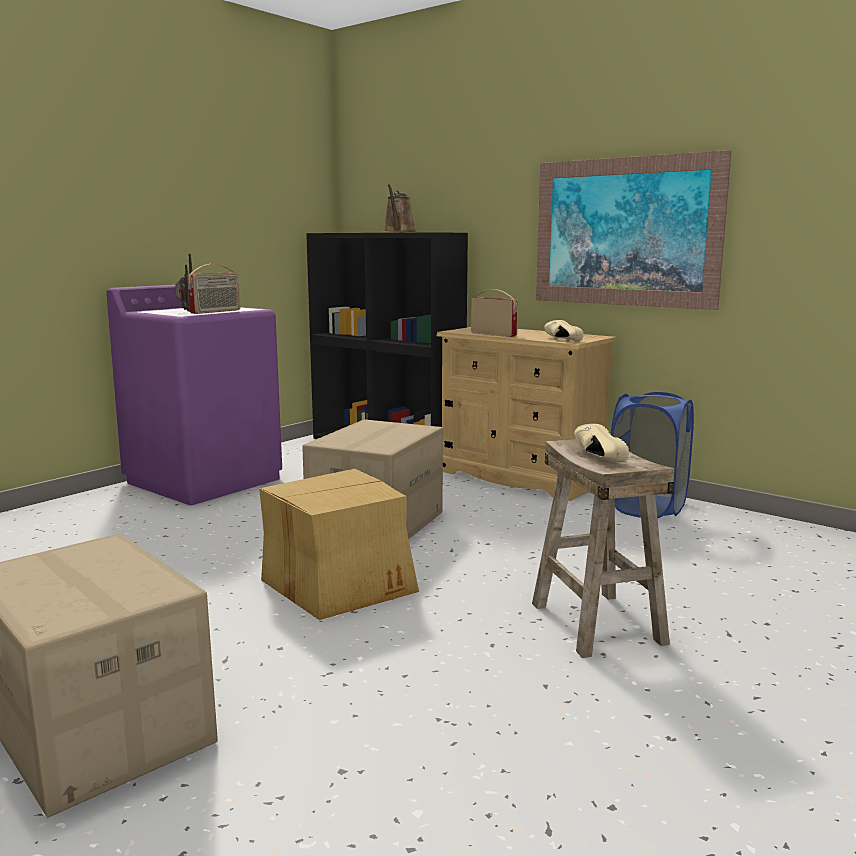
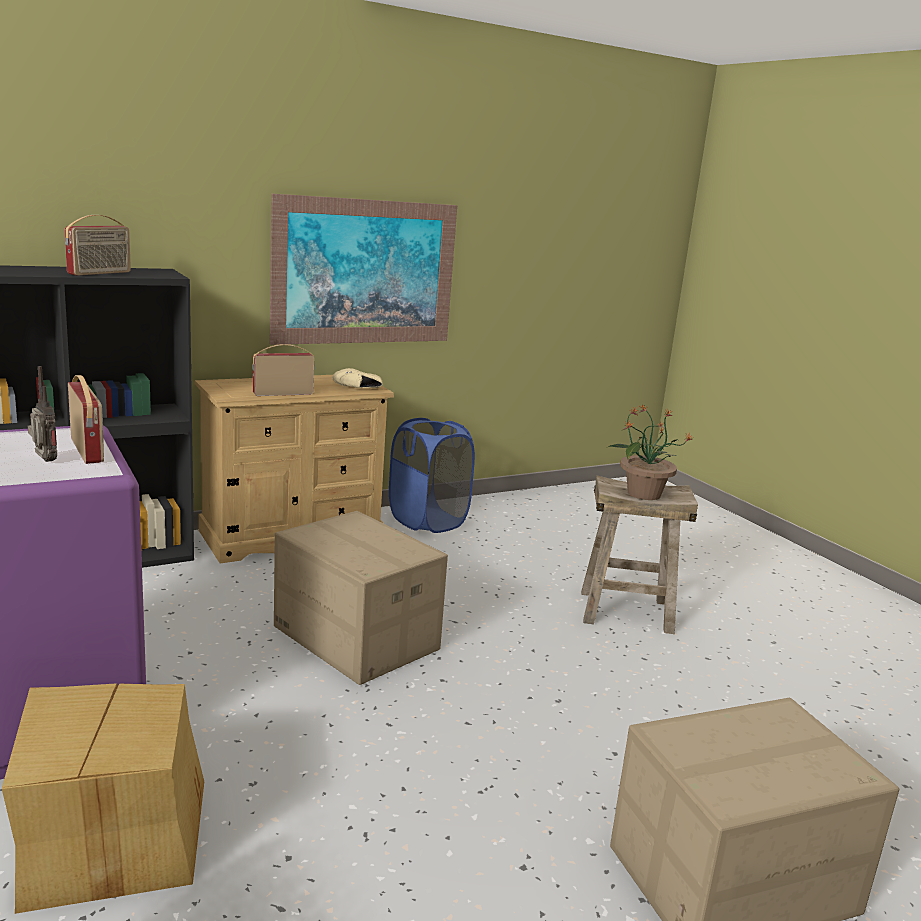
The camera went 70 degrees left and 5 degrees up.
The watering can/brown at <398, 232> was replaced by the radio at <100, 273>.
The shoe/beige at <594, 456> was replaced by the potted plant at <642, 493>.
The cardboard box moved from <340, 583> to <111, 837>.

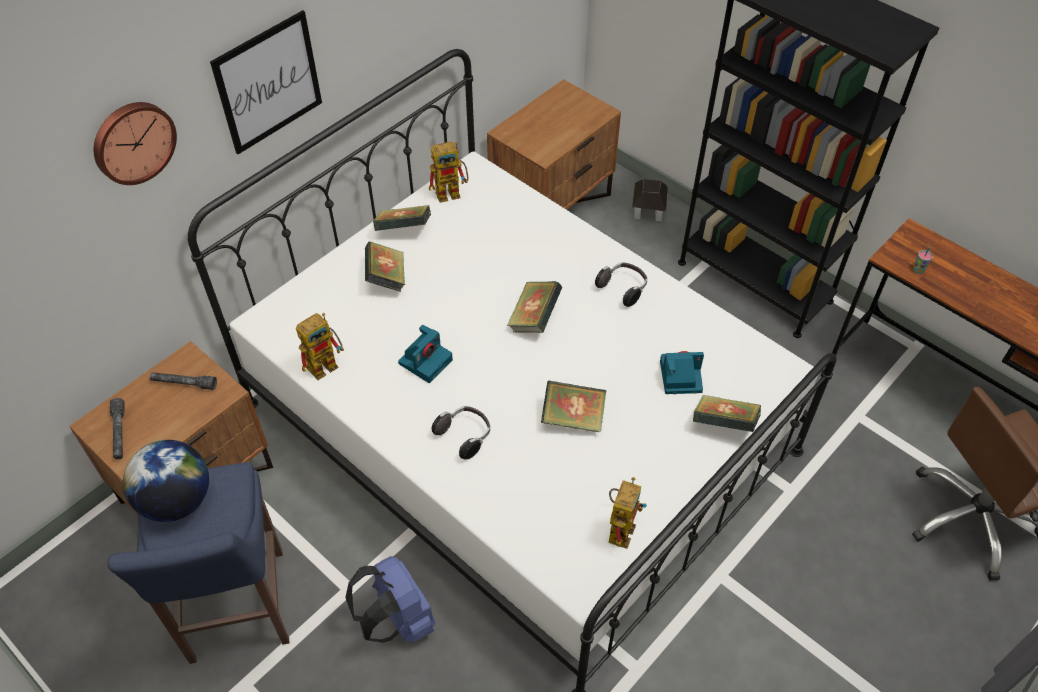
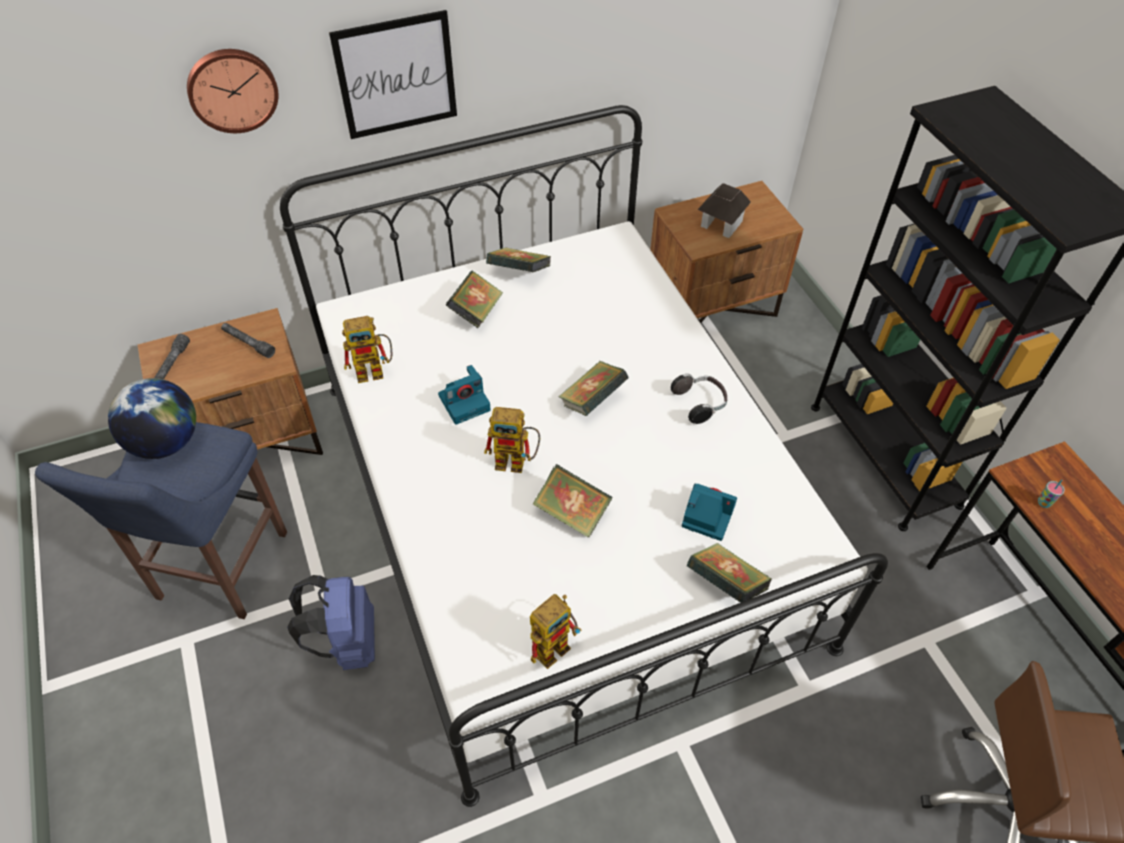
The camera went 25 degrees right and 0 degrees up.
The toy robot moved from <452, 192> to <517, 461>.
The toy house moved from <648, 211> to <721, 224>.
The headphones at <465, 436> disappeared.

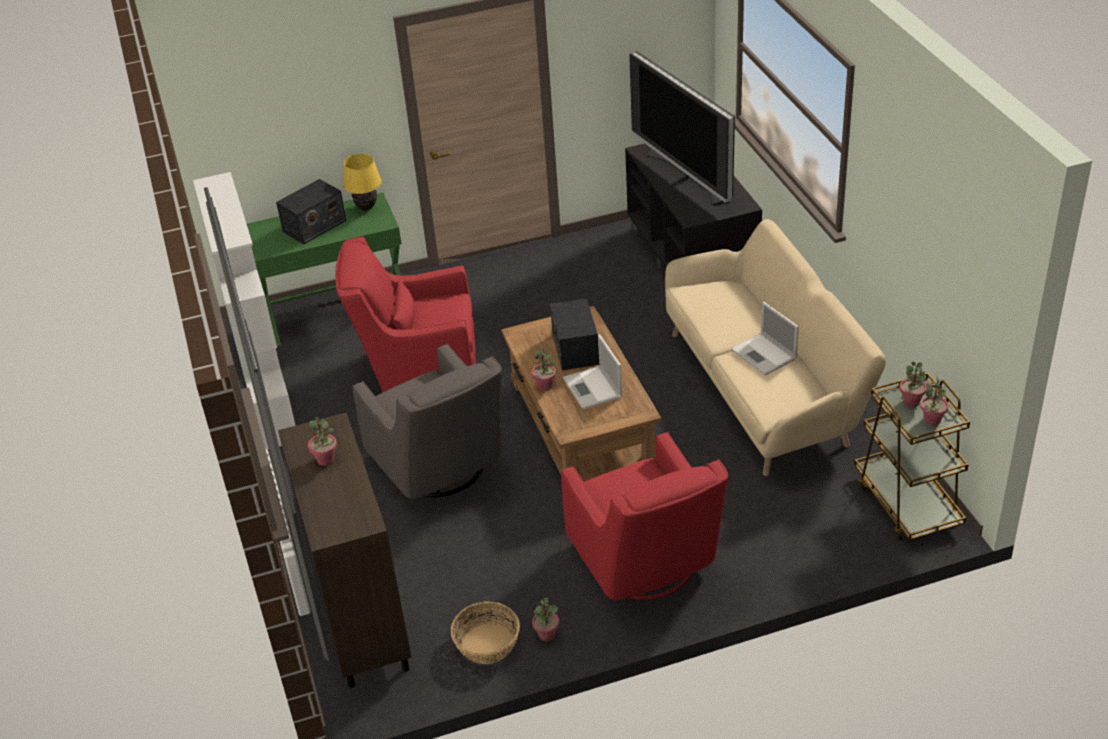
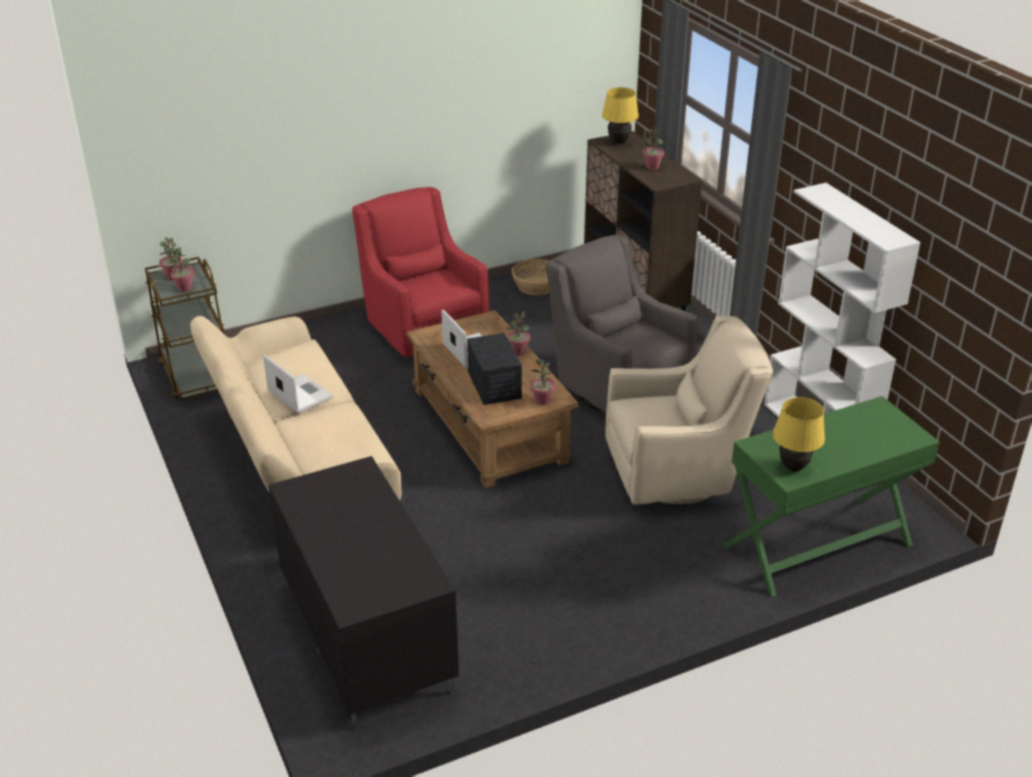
The camera went 170 degrees right and 5 degrees down.
The television at <689, 176> disappeared.
The radio at <314, 226> disappeared.
The armchair/red at <418, 371> became the armchair/beige at <679, 474>.
The potted plant moved from <546, 635> to <542, 400>.
The table lamp/yellow at <618, 142> appeared.

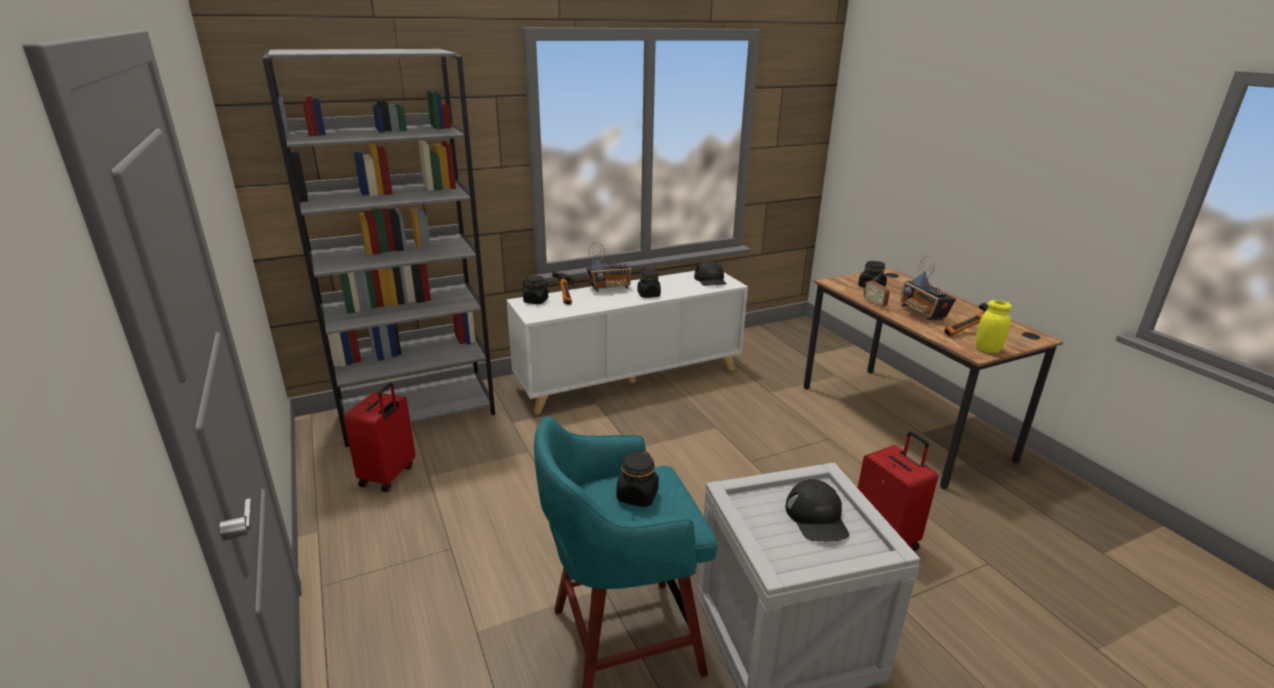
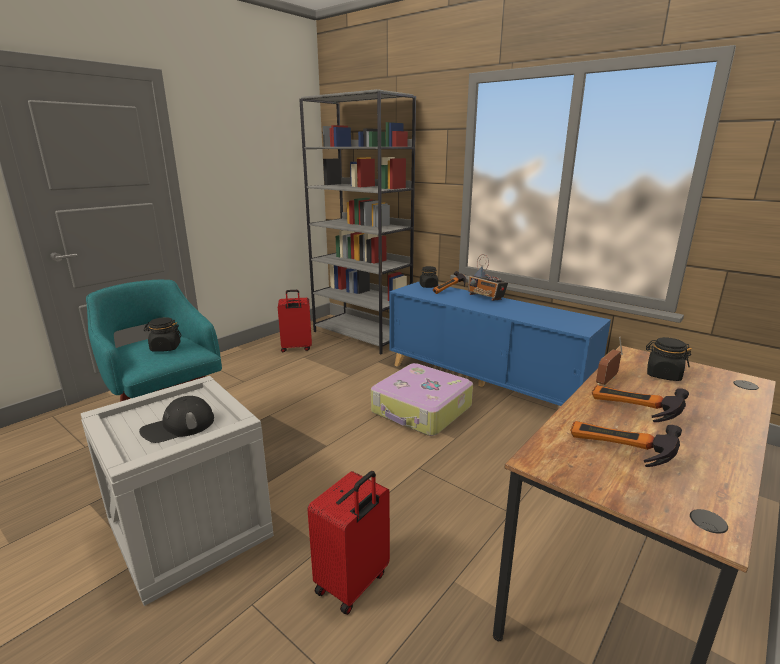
The camera went 65 degrees right and 5 degrees down.
The radio at <923, 313> was replaced by the hammer at <631, 413>.
The cap/black at <710, 280> disappeared.
The jar/black at <649, 295> disappeared.
The cabinet/white at <630, 378> became the cabinet/blue at <484, 383>.
The jar/yellow at <987, 349> disappeared.
The suitcase at <421, 410> appeared.

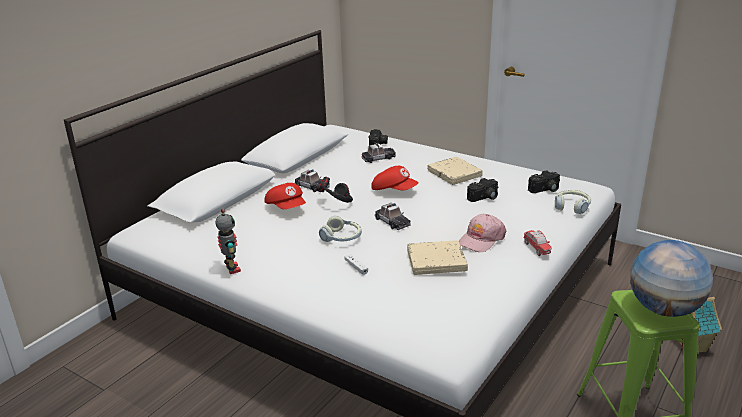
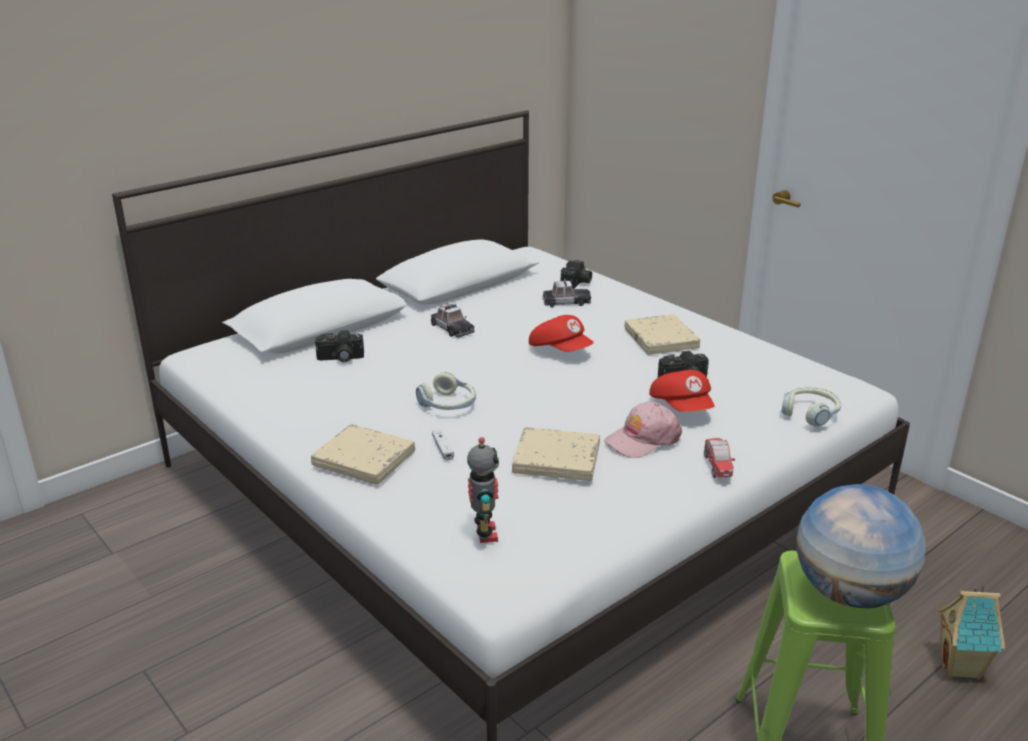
The camera went 15 degrees right and 0 degrees up.
The photo camera moved from <545, 190> to <340, 358>.
The headphones/black at <337, 203> disappeared.
The cap/red moved from <287, 207> to <682, 408>.
The toy car at <392, 222> disappeared.
The toy robot moved from <231, 269> to <484, 534>.
The book/beige at <364, 460> appeared.

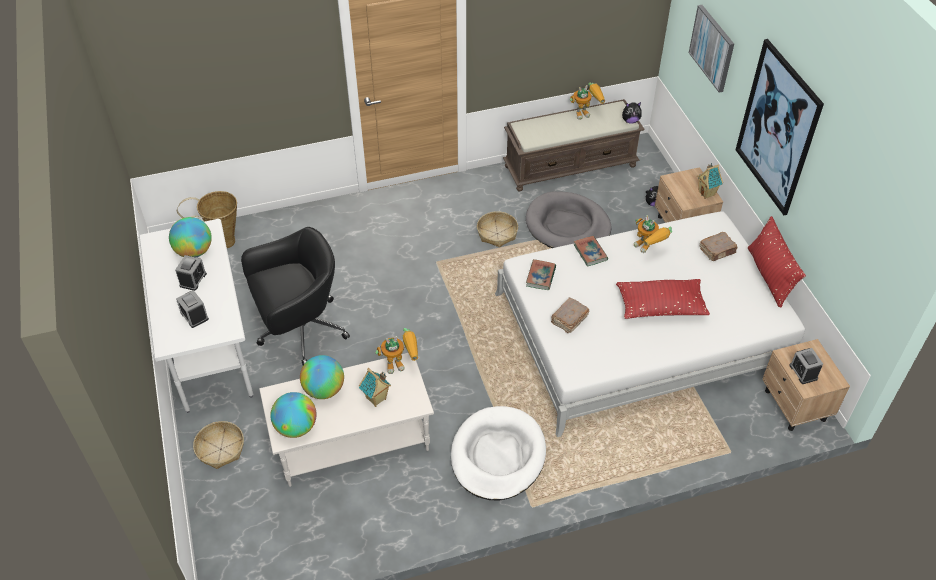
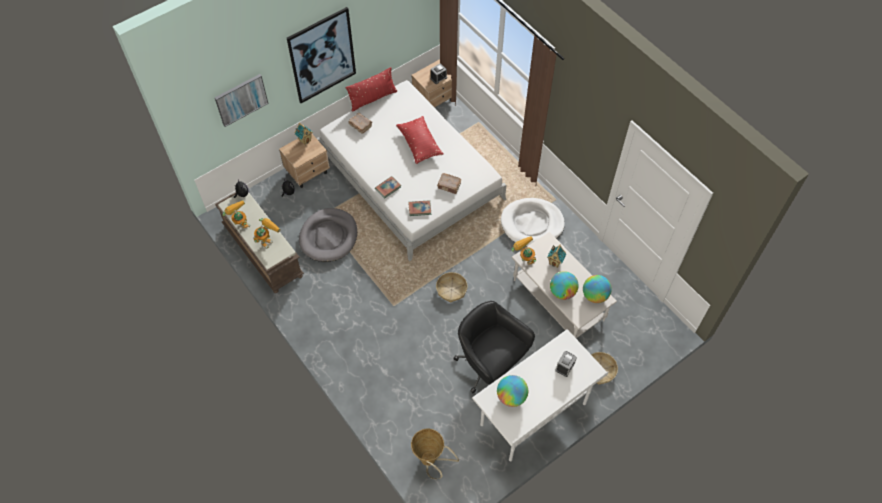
The camera went 110 degrees left and 10 degrees up.
The basket moved from <497, 234> to <451, 289>.
The toy robot moved from <648, 249> to <268, 239>.
The alarm clock at <193, 279> disappeared.

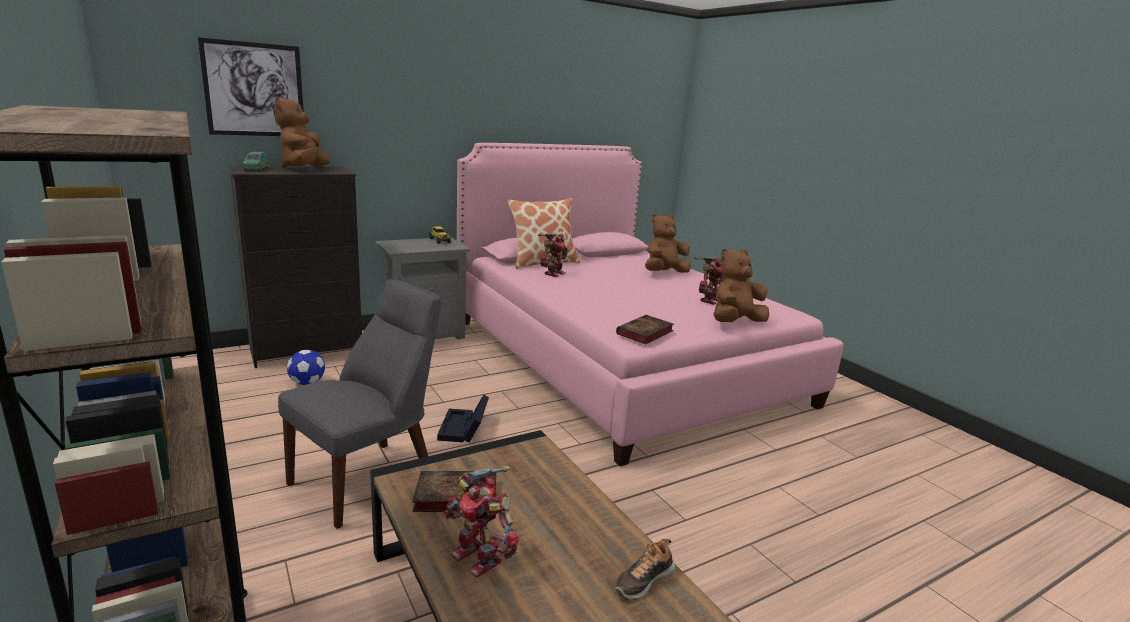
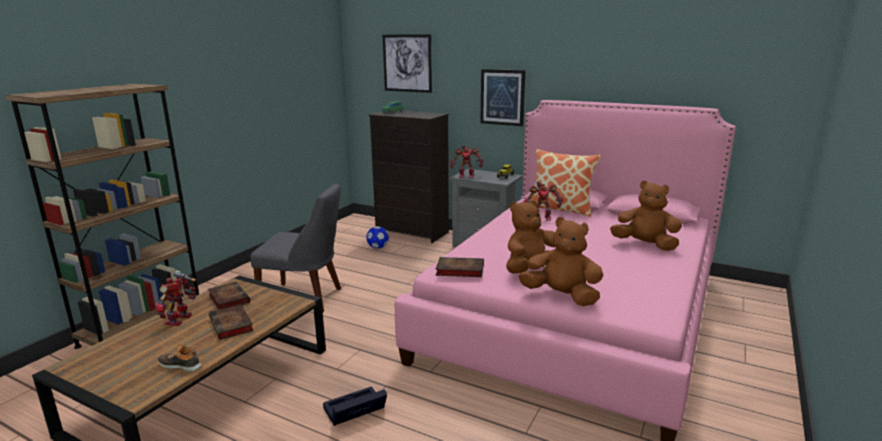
The camera went 60 degrees right and 0 degrees up.
The plush toy/brown moved from <304, 169> to <530, 270>.
The toy robot moved from <708, 300> to <466, 176>.
The storage box/black moved from <463, 429> to <354, 411>.
The picture at <502, 97> appeared.
The book at <232, 325> appeared.

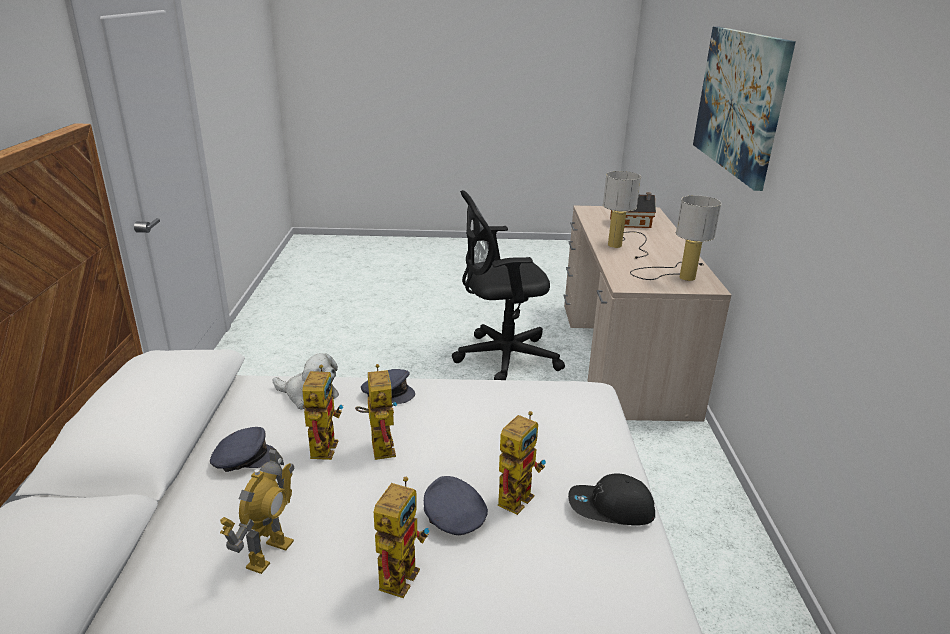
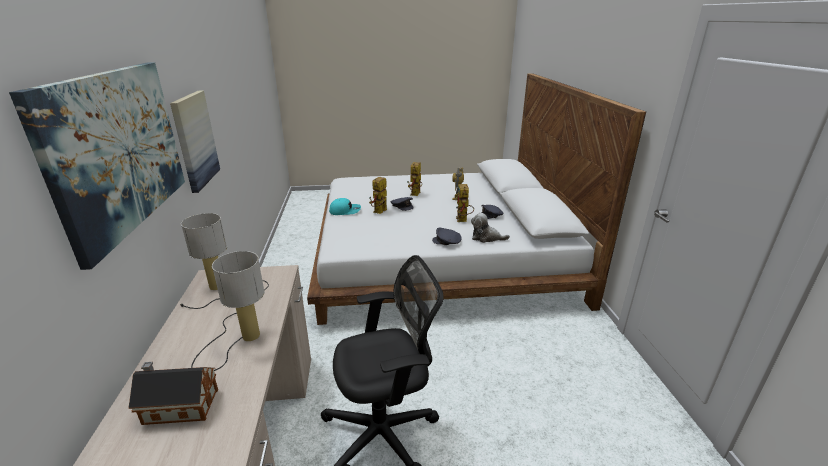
The camera went 175 degrees right and 0 degrees up.
The toy robot at <378, 444> disappeared.
The cap/black at <610, 509> became the cap/turquoise at <345, 211>.
The picture at <195, 140> appeared.

